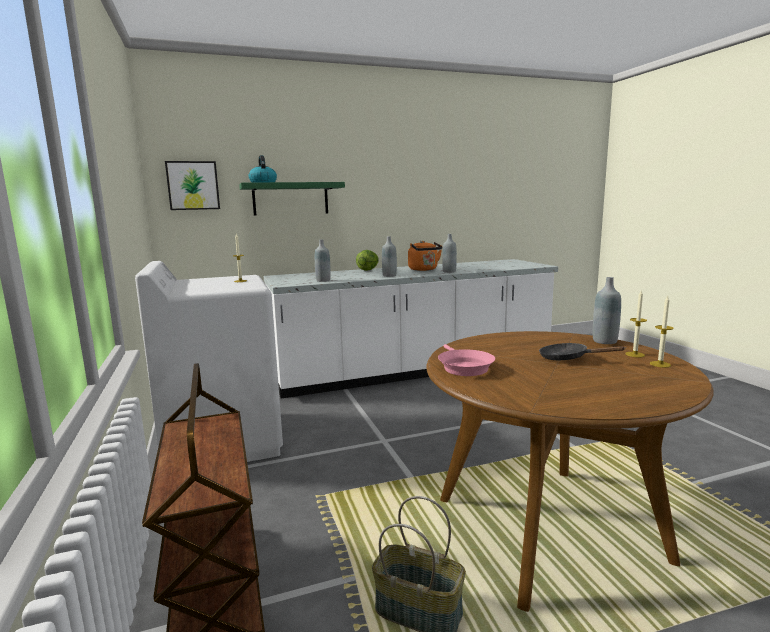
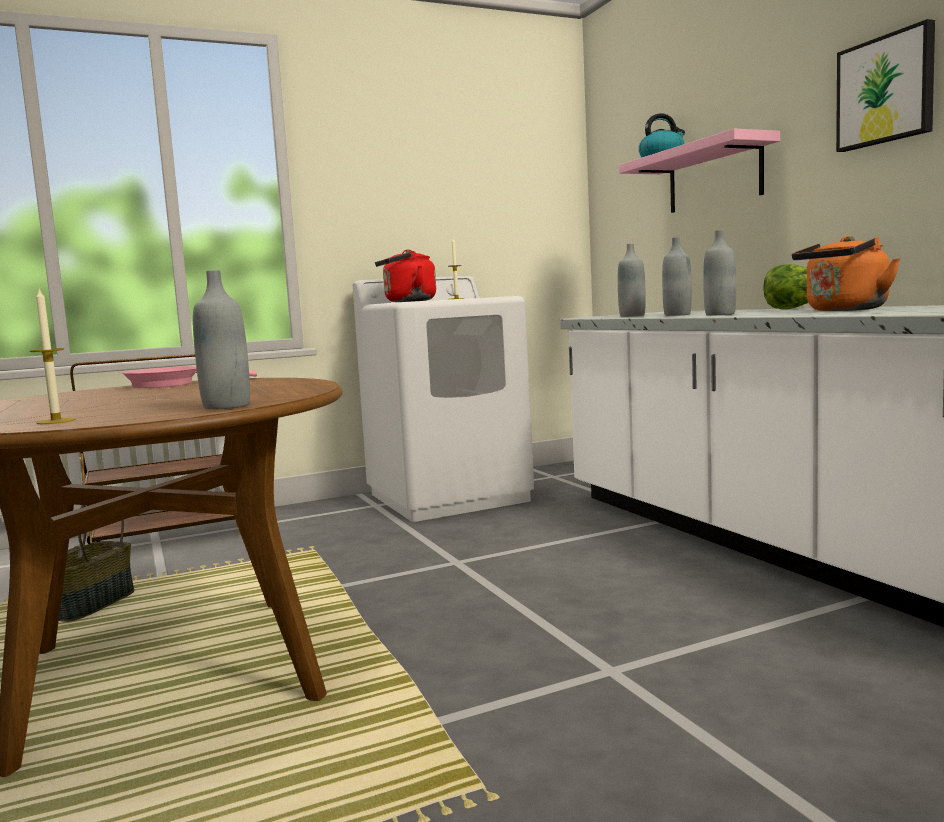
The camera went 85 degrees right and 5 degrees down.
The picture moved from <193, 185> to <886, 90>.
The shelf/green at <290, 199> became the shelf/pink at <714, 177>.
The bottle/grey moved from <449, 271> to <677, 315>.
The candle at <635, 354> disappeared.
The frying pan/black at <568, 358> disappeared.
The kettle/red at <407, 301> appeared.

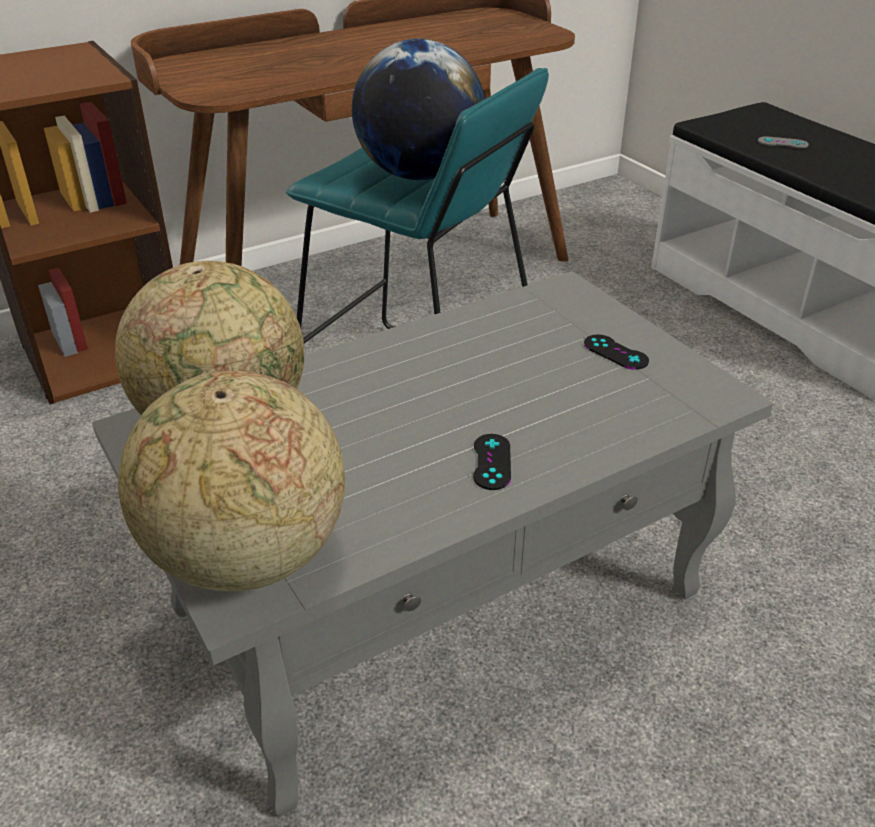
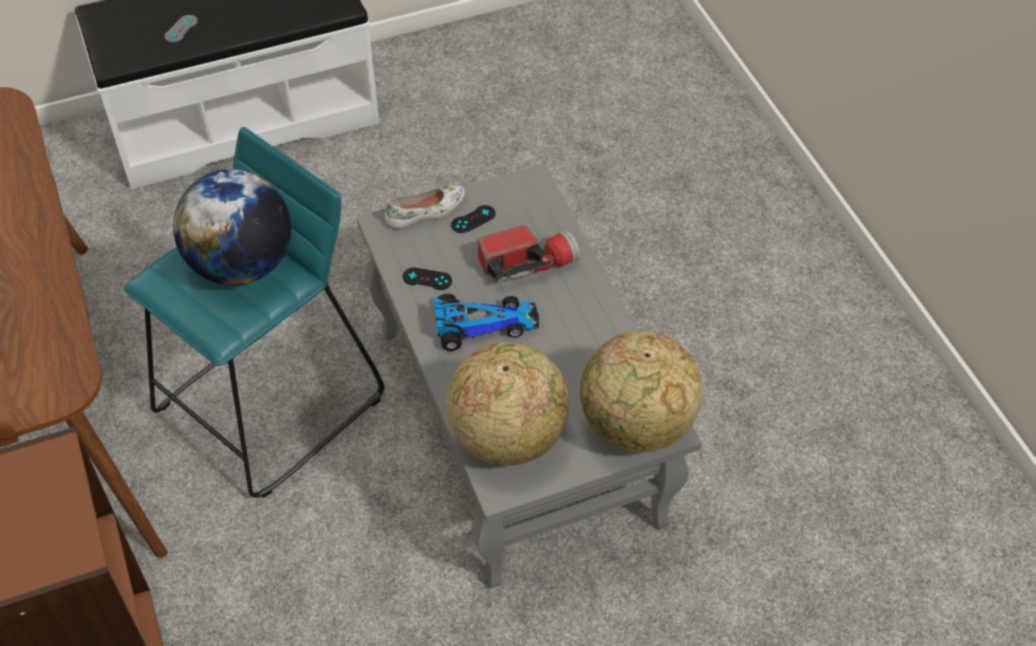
The camera went 80 degrees left and 15 degrees up.
The game controller/black moved from <492, 462> to <427, 279>.
The shoe/white at <426, 211> appeared.
The flashlight at <527, 263> appeared.
The toy car at <482, 324> appeared.

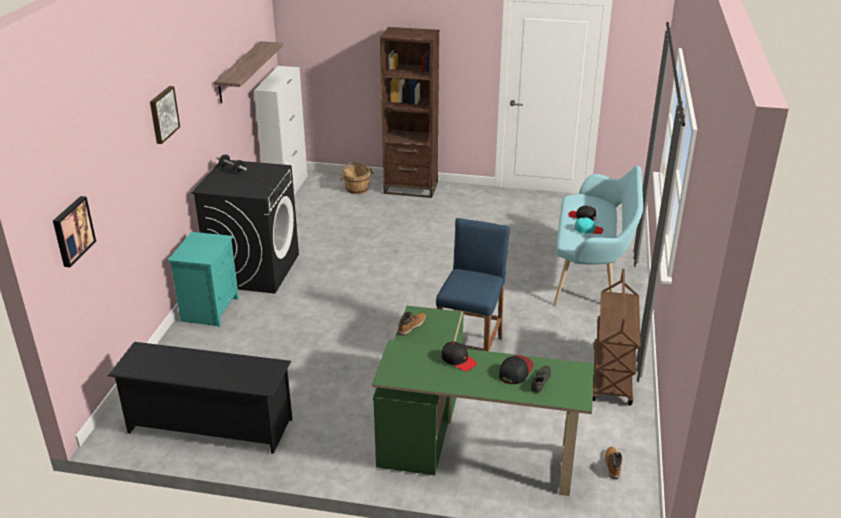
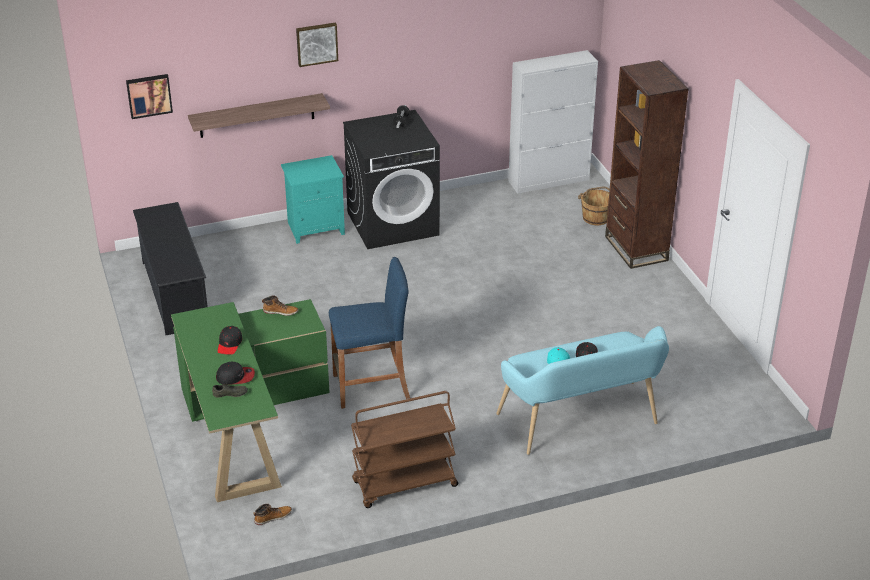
The camera went 60 degrees right and 5 degrees up.
The shelf moved from <239, 72> to <256, 115>.

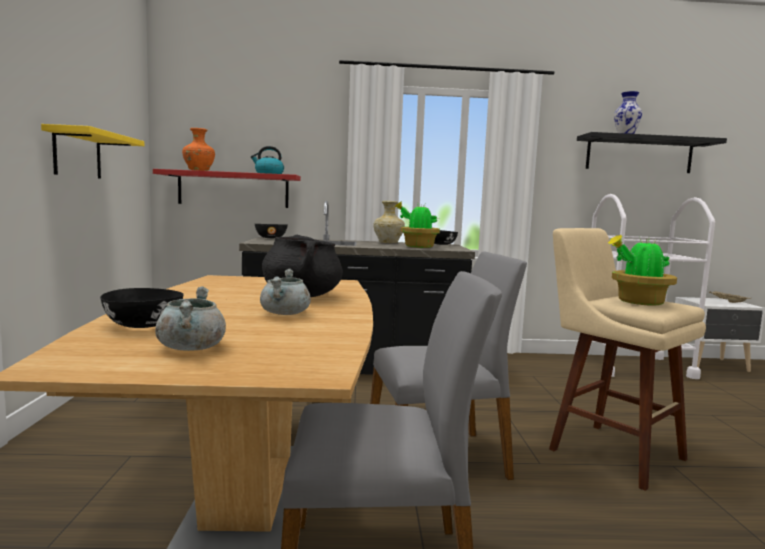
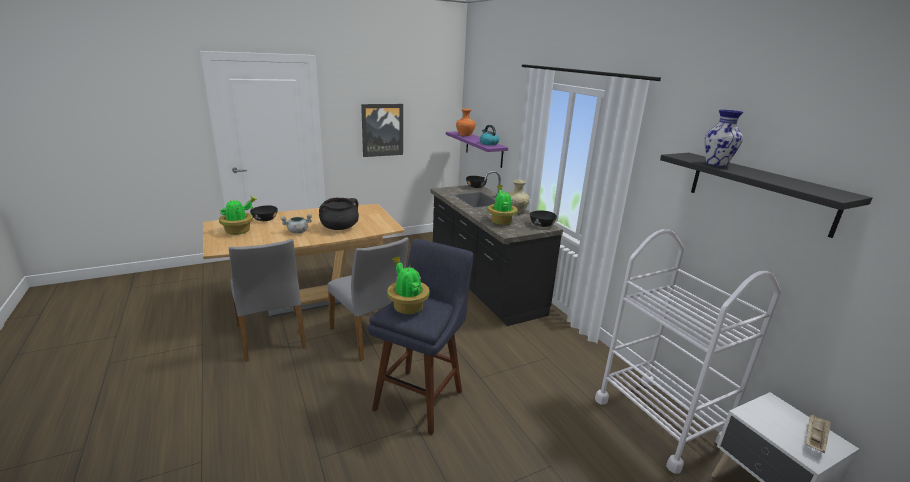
The camera went 65 degrees right and 15 degrees up.
The shelf/yellow at <77, 154> was replaced by the picture at <382, 130>.
The shelf/red at <233, 189> became the shelf/purple at <484, 149>.
The stool/beige at <608, 450> became the stool/blue at <421, 396>.
The cooking pot/grey at <191, 347> was replaced by the potted plant at <239, 231>.

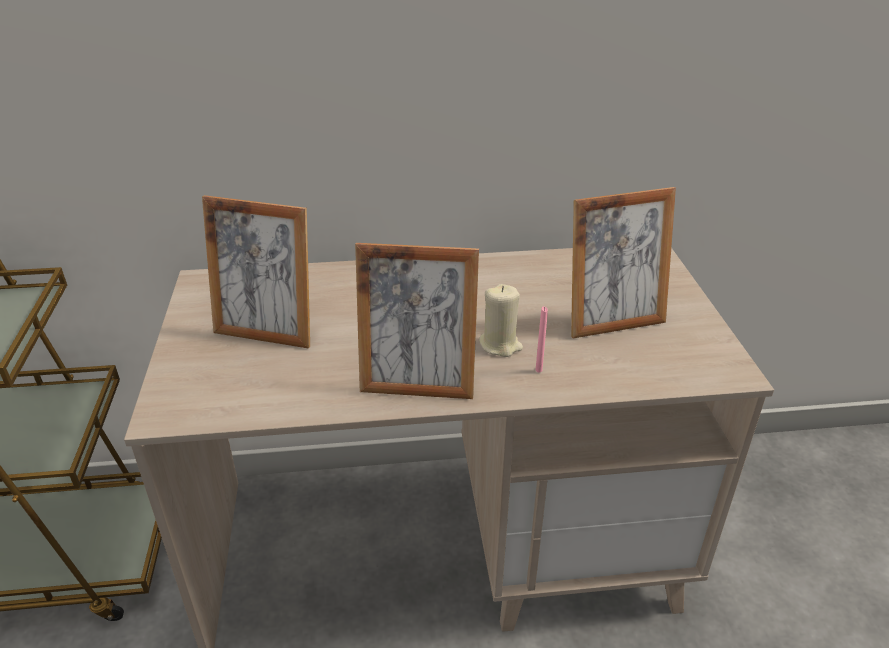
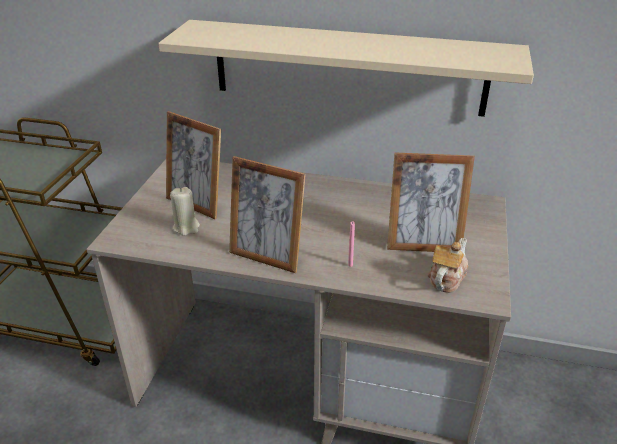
The camera went 20 degrees right and 0 degrees up.
The candle/beige moved from <500, 345> to <186, 227>.
The shelf/beige at <348, 68> appeared.
The teapot at <446, 278> appeared.

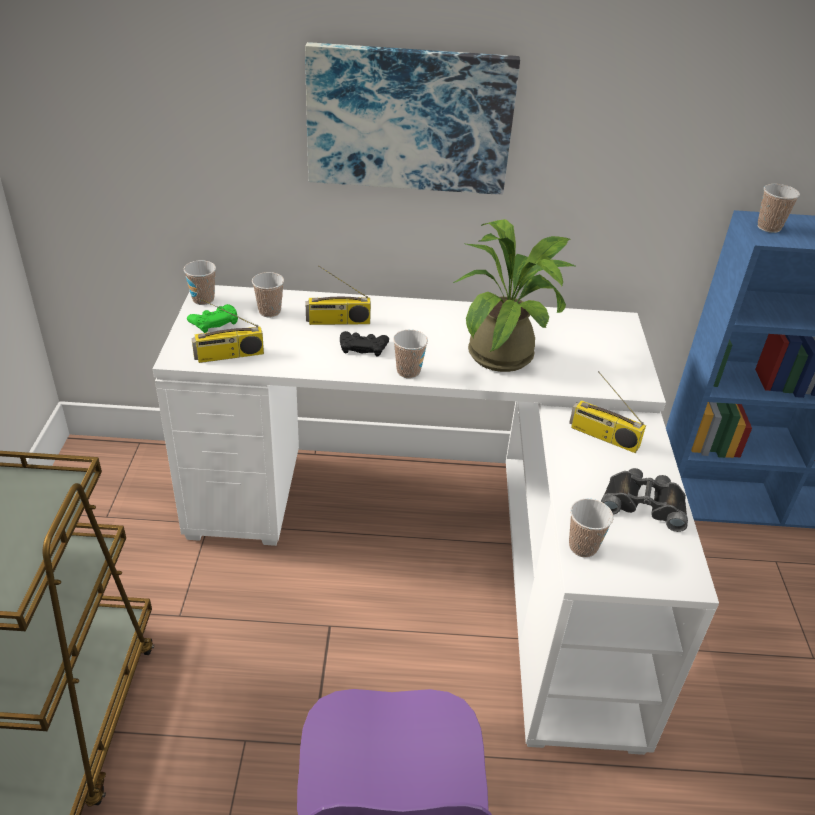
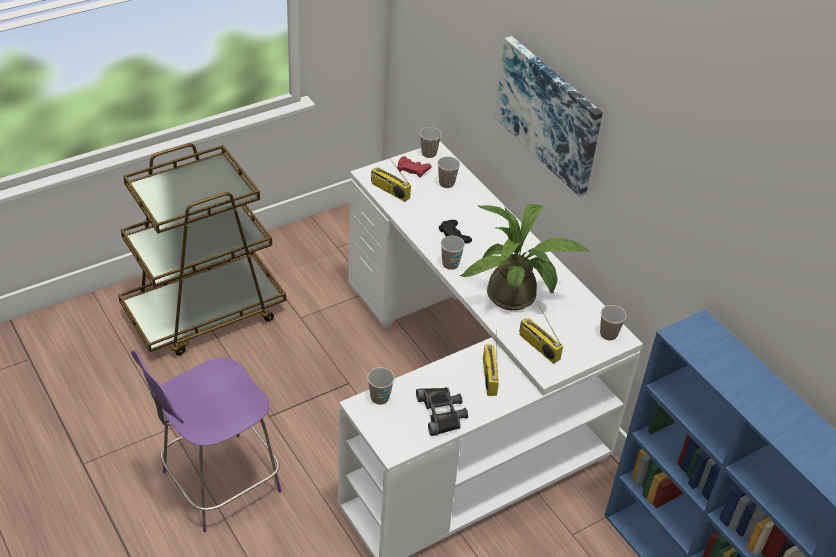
The camera went 55 degrees right and 5 degrees up.
The cup moved from <769, 227> to <608, 334>.
The radio moved from <338, 321> to <538, 346>.
The game controller/green at <214, 322> became the game controller/red at <413, 169>.

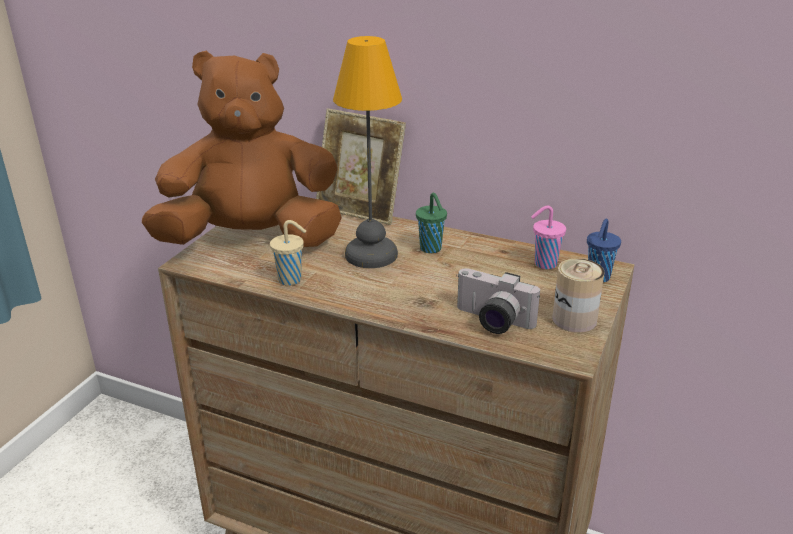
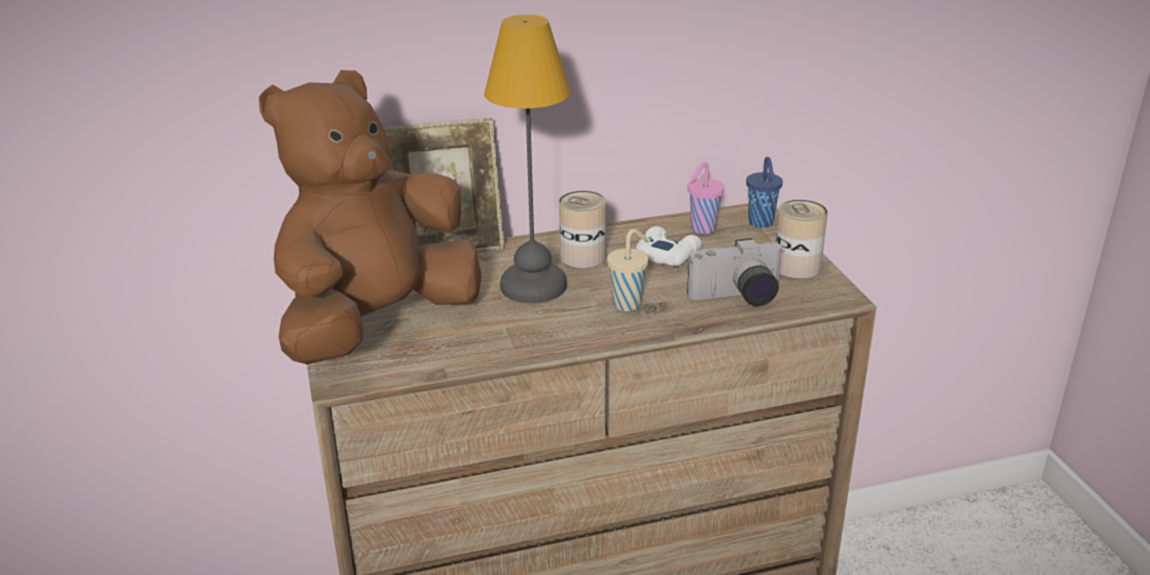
The camera went 40 degrees left and 0 degrees up.
The cup/green at <431, 249> was replaced by the can at <583, 256>.
The cup/beige moved from <291, 280> to <628, 304>.
The game controller/white at <667, 254> appeared.

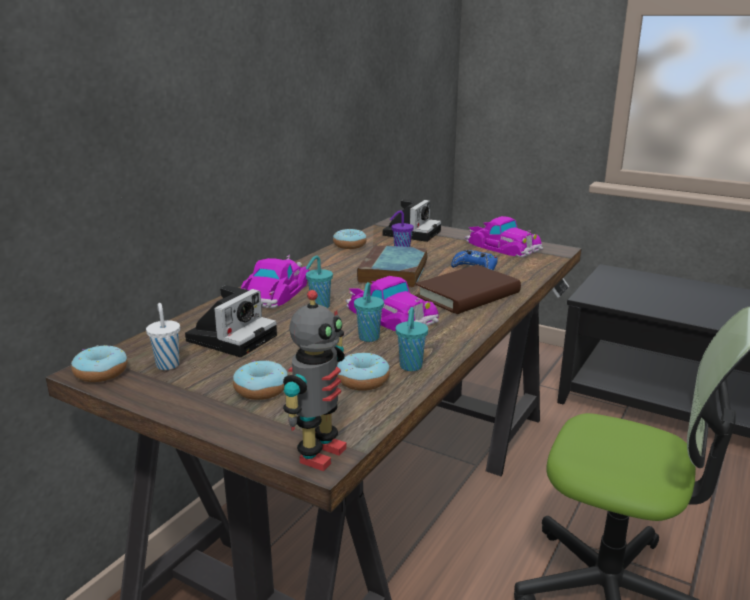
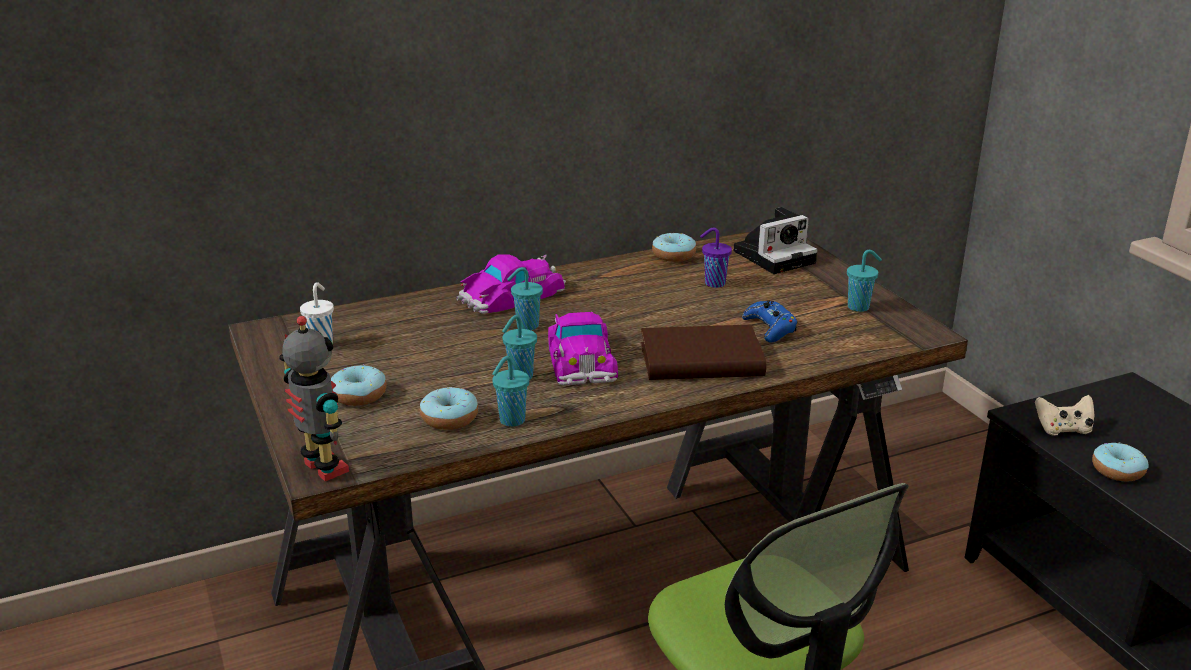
The camera went 35 degrees right and 5 degrees up.
The toy car at <503, 246> was replaced by the cup/turquoise at <859, 307>.
The book at <393, 273> disappeared.
The photo camera at <233, 336> disappeared.
The toy robot at <319, 454> turned 105 degrees counterclockwise.
The donut moved from <101, 373> to <1117, 470>.
The game controller/beige at <1063, 429> appeared.

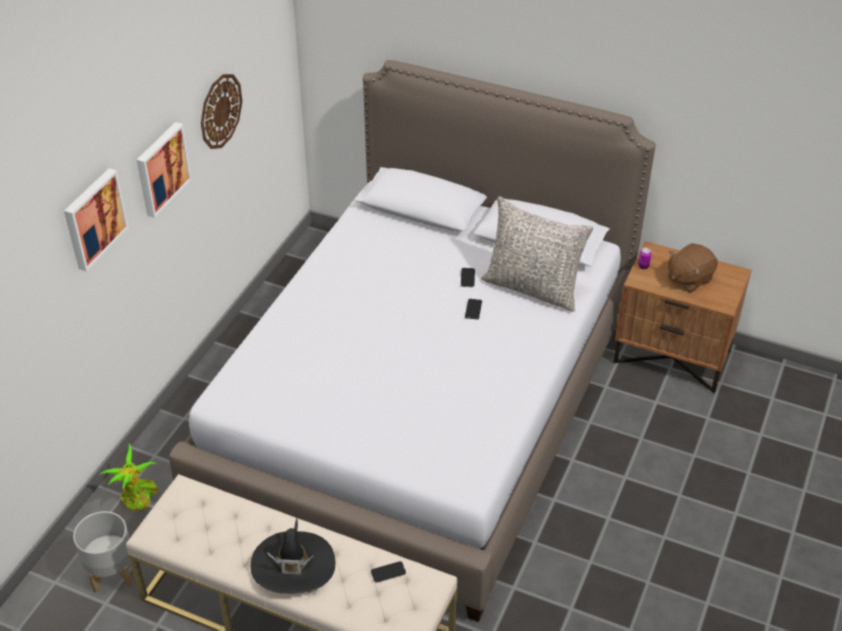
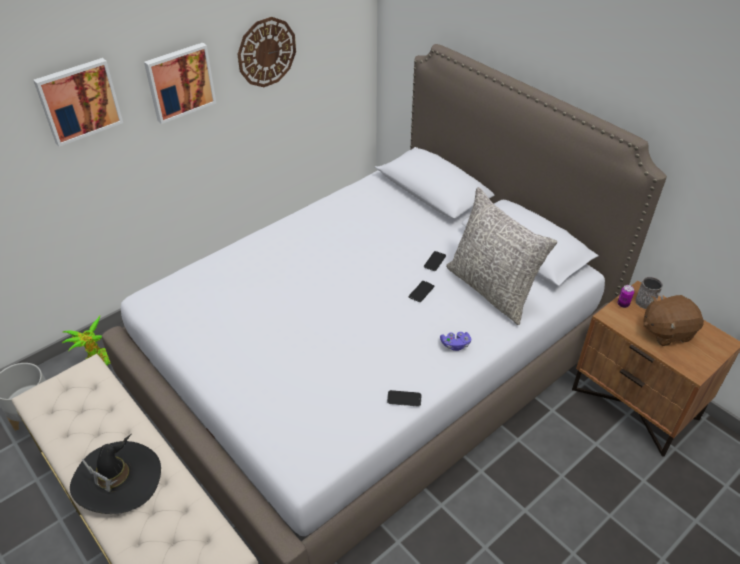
The camera went 25 degrees right and 0 degrees up.
The phone moved from <388, 572> to <404, 399>.
The mug/grey at <647, 304> appeared.
The game controller/purple at <455, 345> appeared.

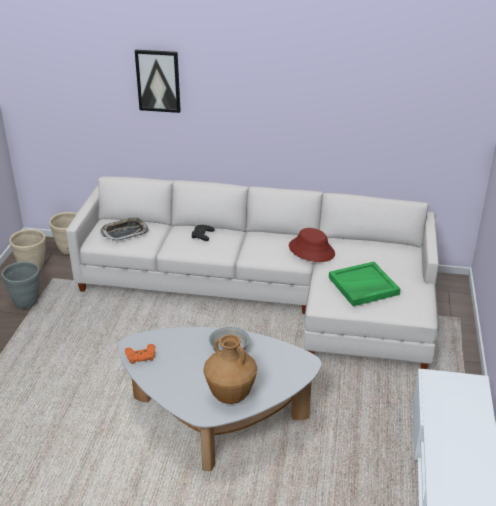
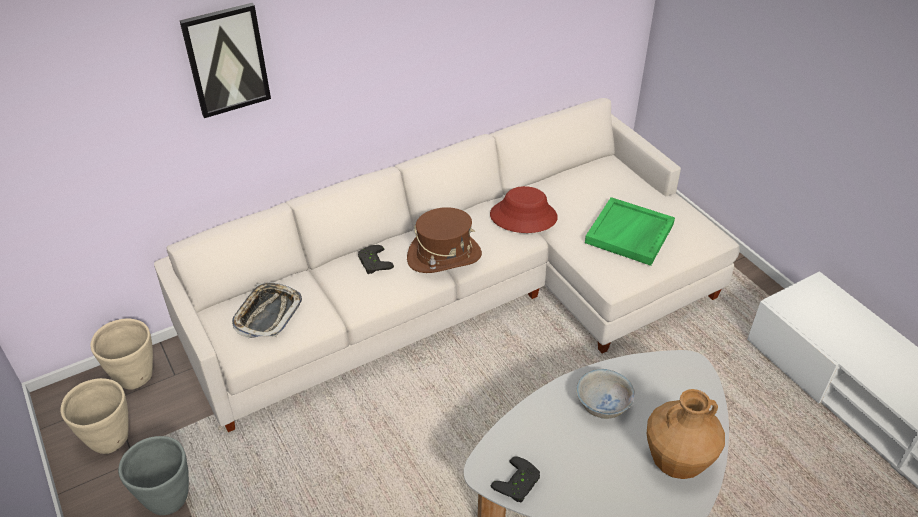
The camera went 40 degrees left and 10 degrees up.
The game controller/orange at <140, 357> became the game controller/black at <519, 484>.
The hat/brown at <444, 256> appeared.

